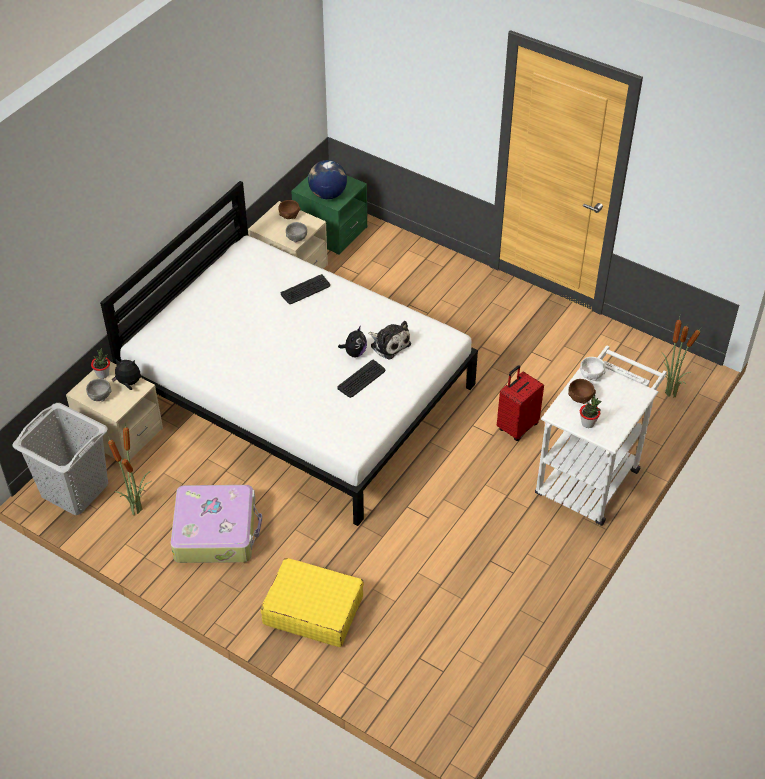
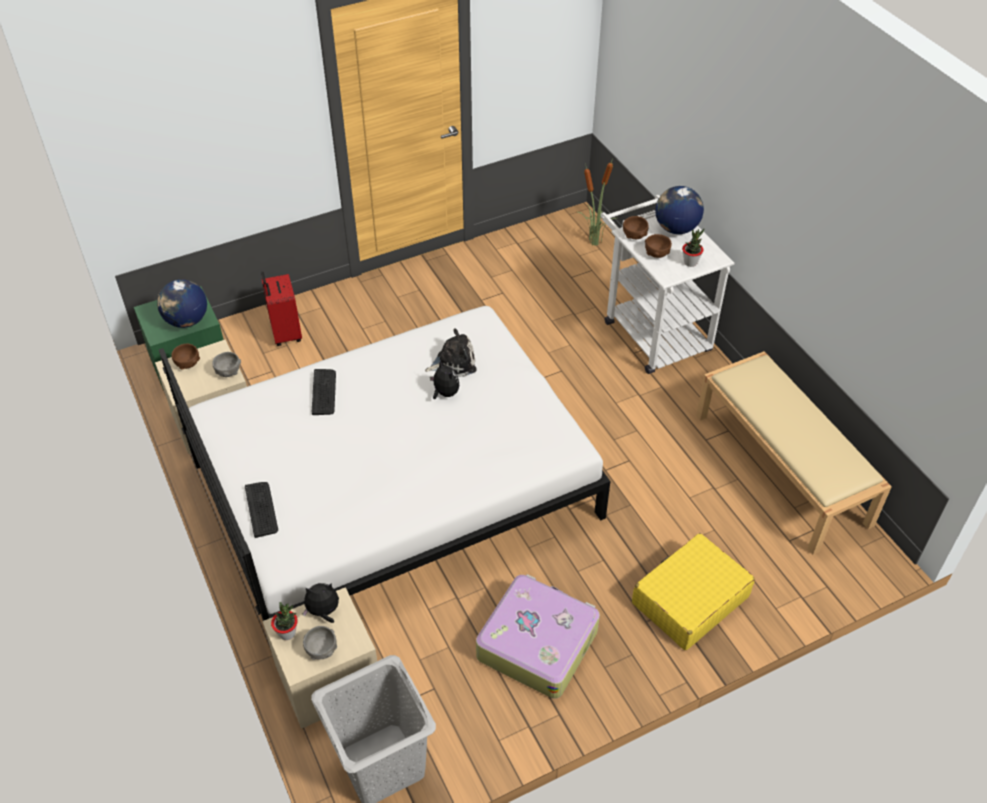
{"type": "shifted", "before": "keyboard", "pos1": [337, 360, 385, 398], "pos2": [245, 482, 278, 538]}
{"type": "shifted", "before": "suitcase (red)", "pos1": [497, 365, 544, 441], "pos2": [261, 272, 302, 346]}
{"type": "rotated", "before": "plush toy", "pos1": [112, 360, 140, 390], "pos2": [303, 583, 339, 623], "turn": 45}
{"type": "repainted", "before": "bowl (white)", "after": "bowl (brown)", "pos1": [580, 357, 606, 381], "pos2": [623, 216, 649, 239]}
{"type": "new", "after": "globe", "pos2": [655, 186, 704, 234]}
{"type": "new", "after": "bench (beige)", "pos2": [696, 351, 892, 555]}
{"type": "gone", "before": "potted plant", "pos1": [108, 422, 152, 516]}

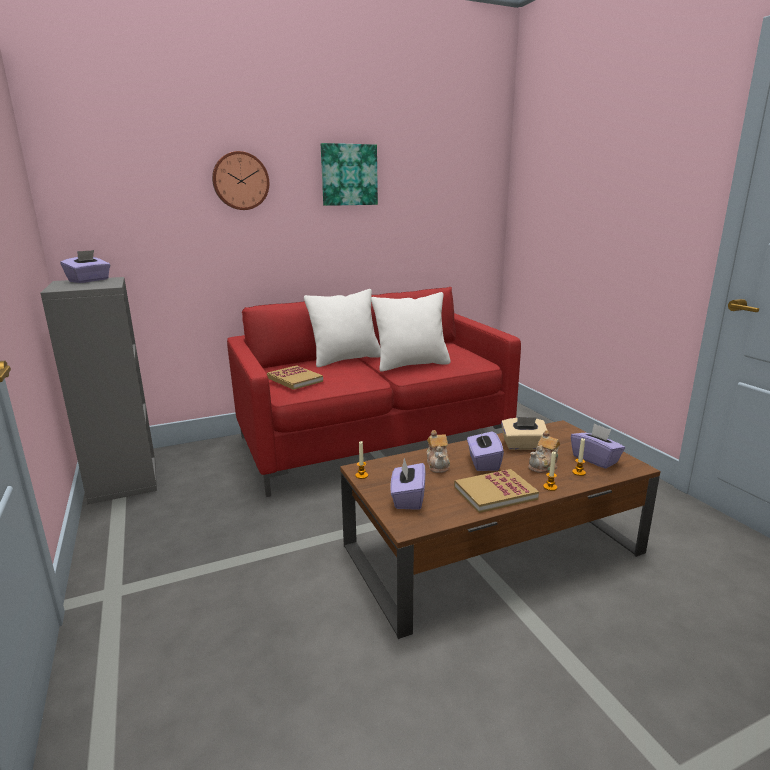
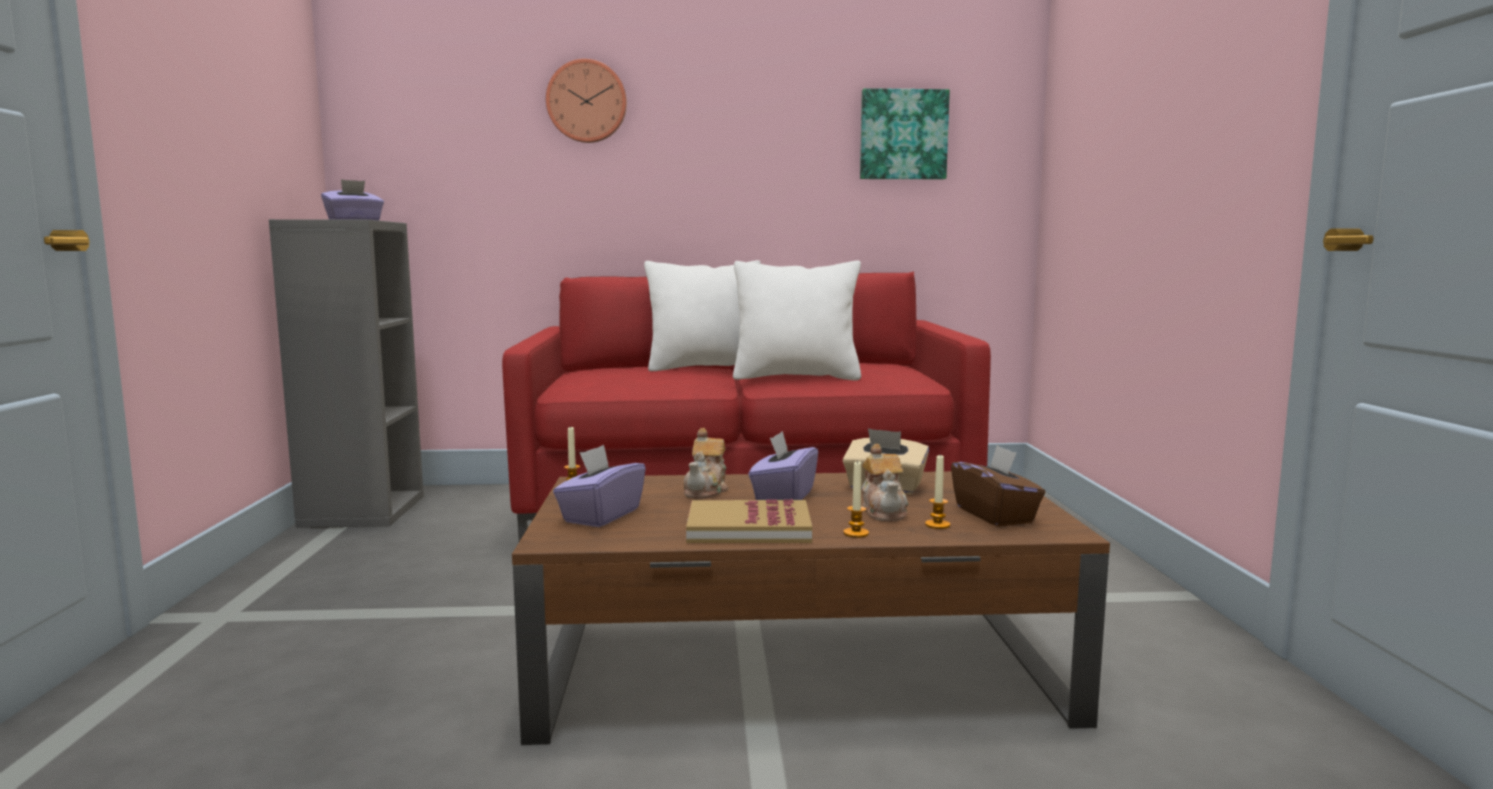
{"type": "shifted", "before": "picture", "pos1": [321, 143, 378, 206], "pos2": [860, 88, 950, 180]}
{"type": "rotated", "before": "teapot", "pos1": [528, 430, 560, 473], "pos2": [862, 444, 908, 521], "turn": -75}
{"type": "repainted", "before": "tissue box (purple)", "after": "tissue box (brown)", "pos1": [571, 423, 625, 469], "pos2": [951, 445, 1045, 527]}
{"type": "gone", "before": "book", "pos1": [267, 365, 323, 390]}

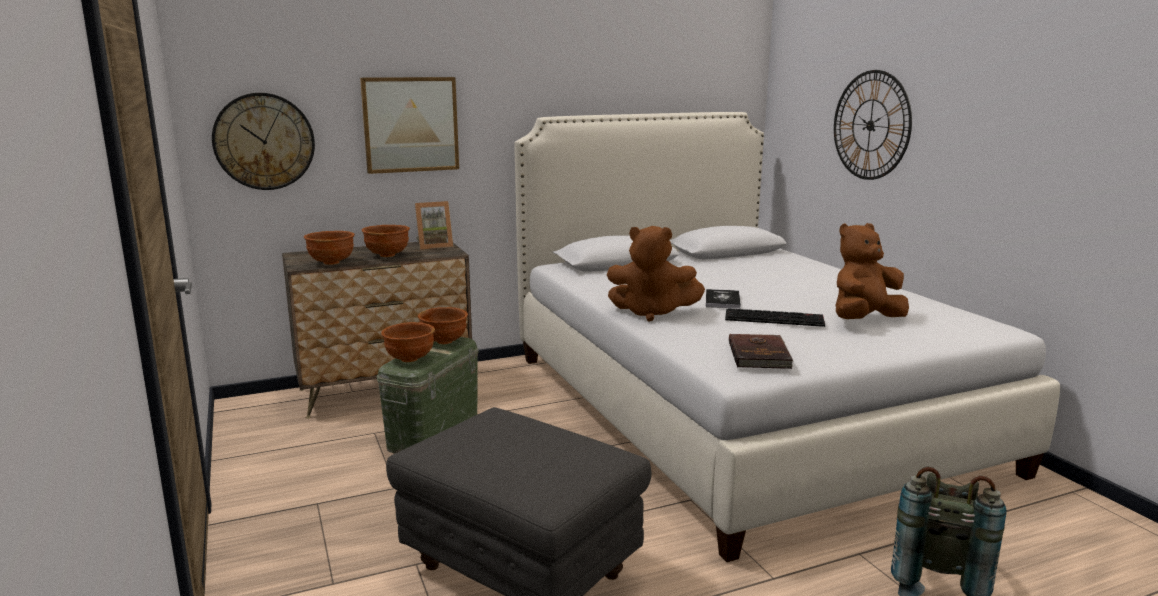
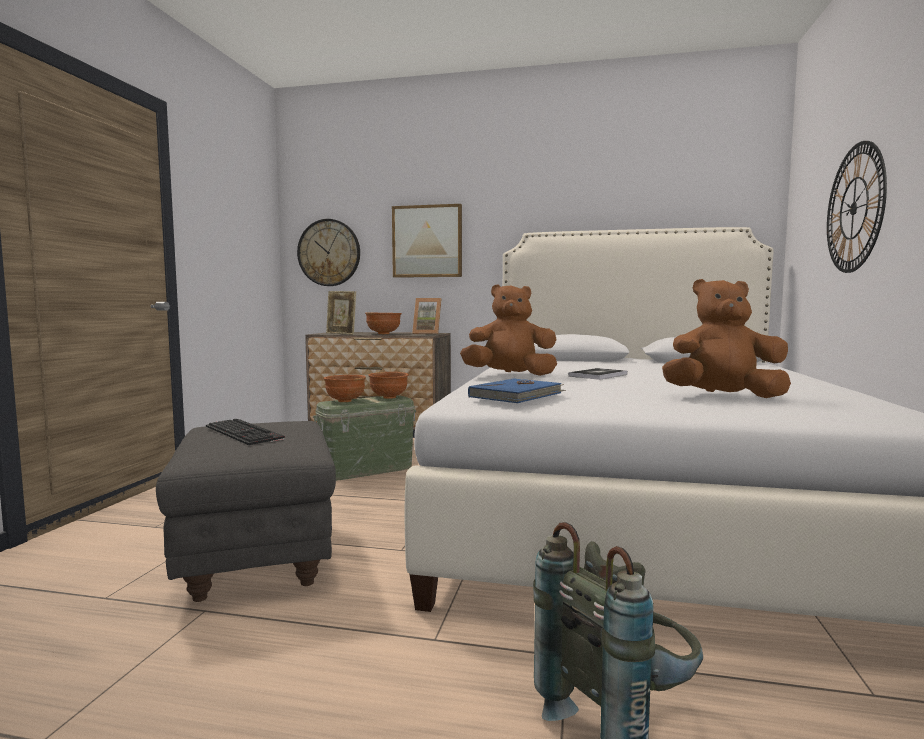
{"type": "shifted", "before": "keyboard", "pos1": [725, 308, 825, 327], "pos2": [206, 419, 285, 445]}
{"type": "swapped", "before": "bowl (brown)", "after": "picture frame", "pos1": [304, 231, 354, 265], "pos2": [326, 291, 356, 335]}
{"type": "rotated", "before": "plush toy (brown)", "pos1": [607, 226, 705, 322], "pos2": [460, 284, 557, 376], "turn": 135}
{"type": "repainted", "before": "book (brown)", "after": "book (blue)", "pos1": [729, 334, 794, 369], "pos2": [468, 378, 566, 403]}

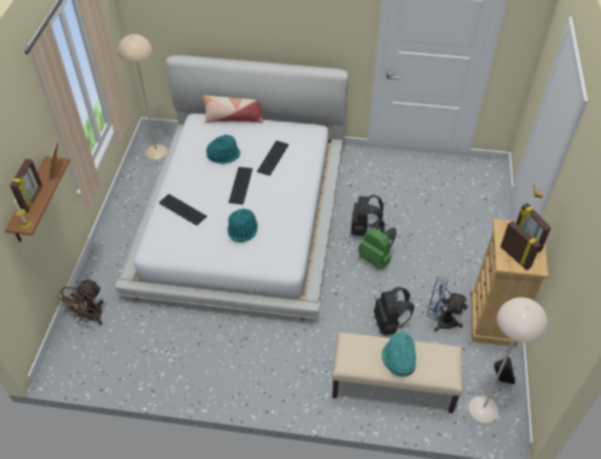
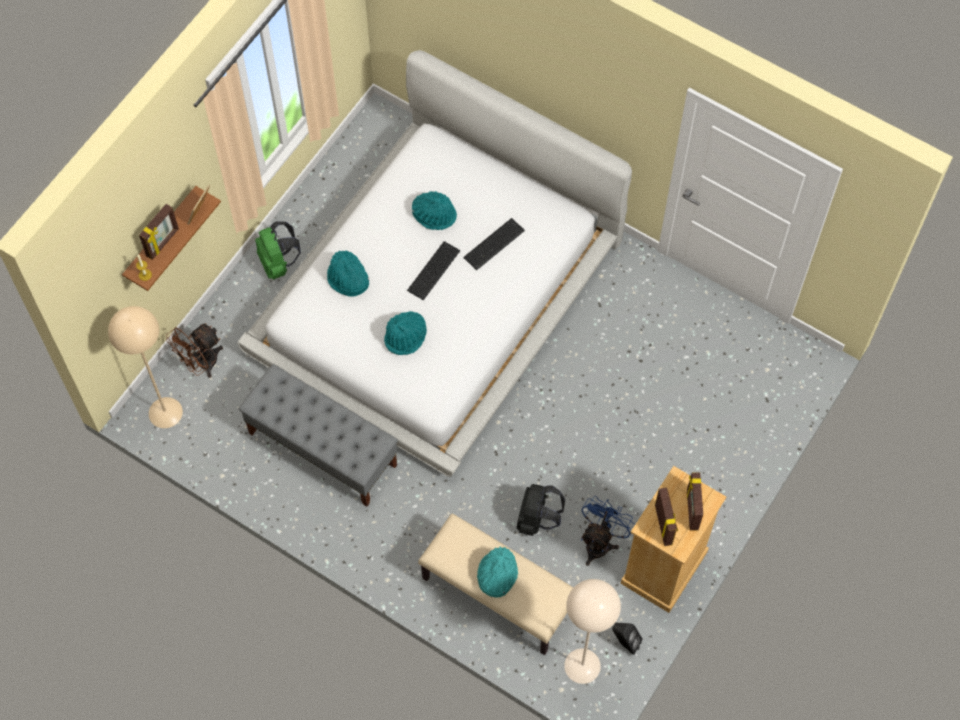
{"type": "shifted", "before": "floor lamp (beige)", "pos1": [118, 34, 168, 160], "pos2": [108, 306, 183, 428]}
{"type": "new", "after": "bench (grey)", "pos2": [239, 364, 398, 507]}
{"type": "shifted", "before": "backpack (green)", "pos1": [358, 220, 396, 269], "pos2": [255, 221, 301, 280]}
{"type": "swapped", "before": "keyboard", "after": "hat (turquoise)", "pos1": [159, 194, 207, 226], "pos2": [327, 250, 369, 297]}
{"type": "rotated", "before": "fan (blue)", "pos1": [427, 277, 468, 332], "pos2": [581, 496, 635, 566], "turn": 75}
{"type": "gone", "before": "pillow", "pos1": [203, 95, 263, 123]}
{"type": "gone", "before": "backpack (black)", "pos1": [351, 195, 384, 236]}

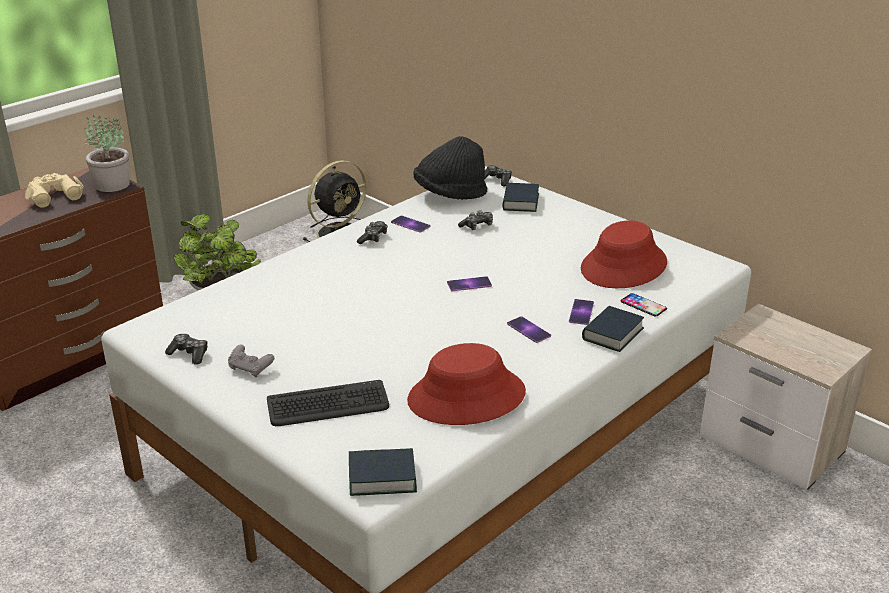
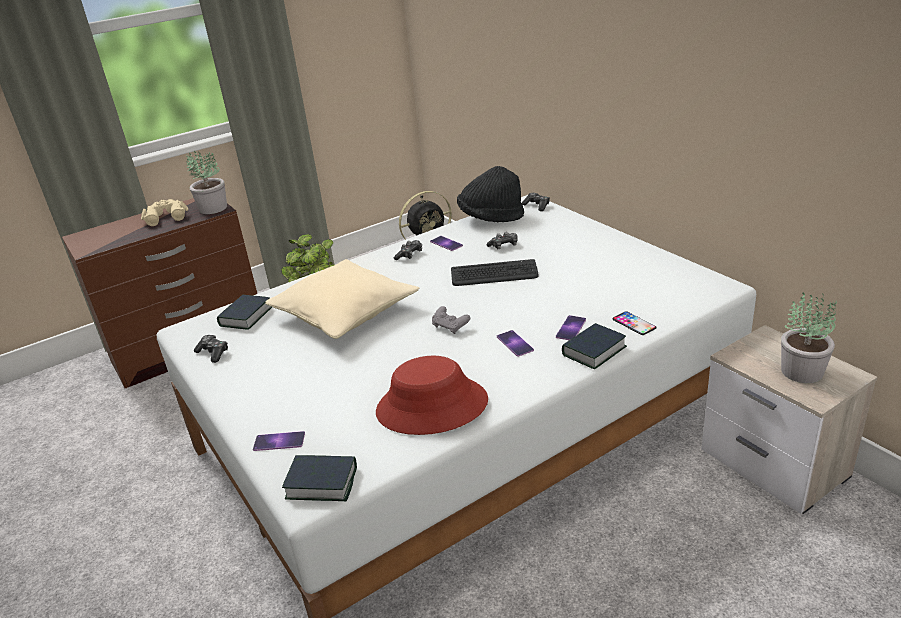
{"type": "shifted", "before": "book", "pos1": [502, 183, 539, 212], "pos2": [217, 295, 272, 330]}
{"type": "shifted", "before": "phone", "pos1": [447, 276, 492, 291], "pos2": [253, 431, 305, 451]}
{"type": "new", "after": "pillow (beige)", "pos2": [265, 259, 419, 339]}
{"type": "shifted", "before": "game controller (grey)", "pos1": [228, 344, 274, 377], "pos2": [432, 306, 470, 334]}
{"type": "shifted", "before": "keyboard", "pos1": [267, 380, 389, 426], "pos2": [451, 259, 539, 286]}
{"type": "new", "after": "potted plant", "pos2": [781, 292, 837, 383]}
{"type": "gone", "before": "hat (red)", "pos1": [581, 220, 667, 288]}

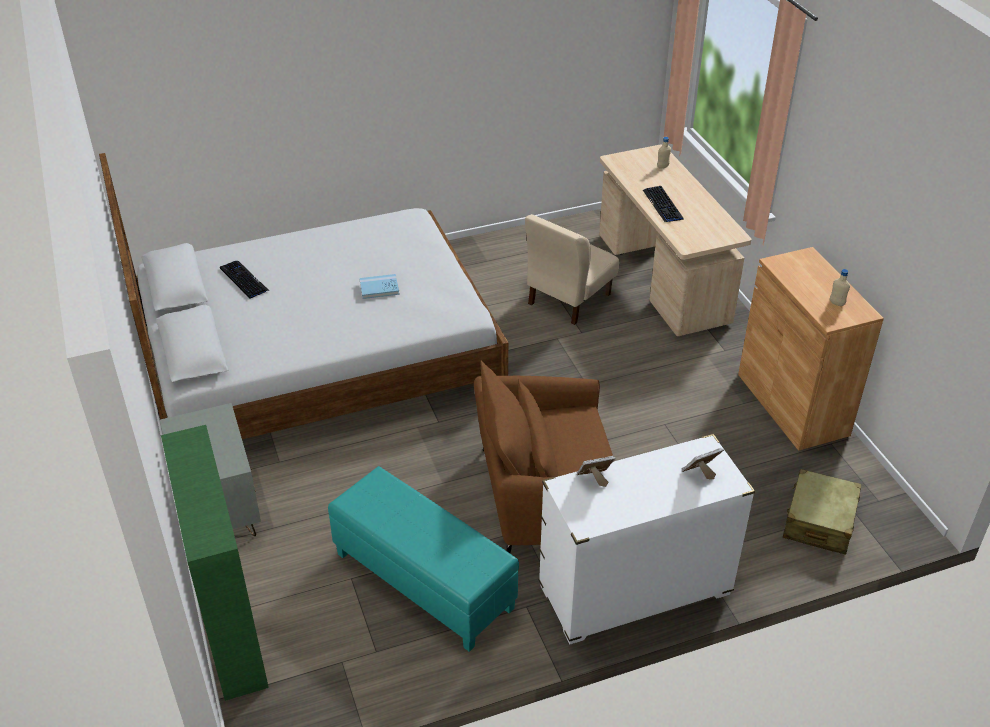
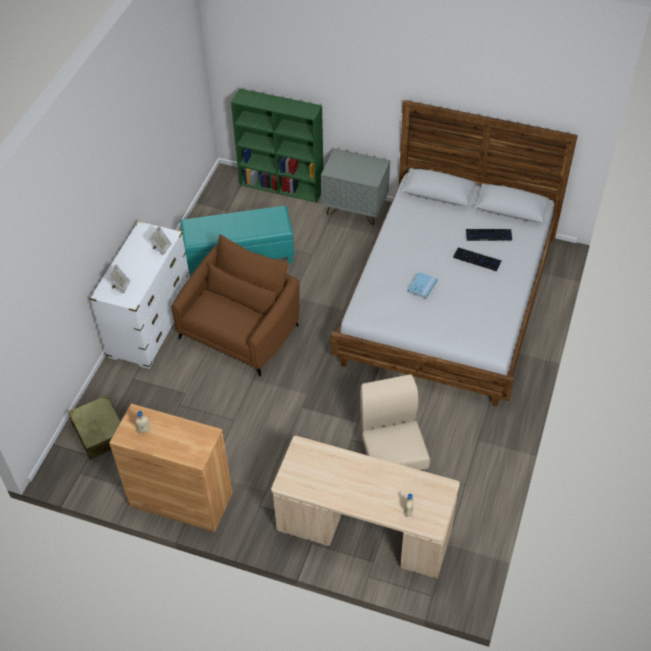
{"type": "shifted", "before": "keyboard", "pos1": [643, 186, 683, 222], "pos2": [453, 247, 502, 271]}

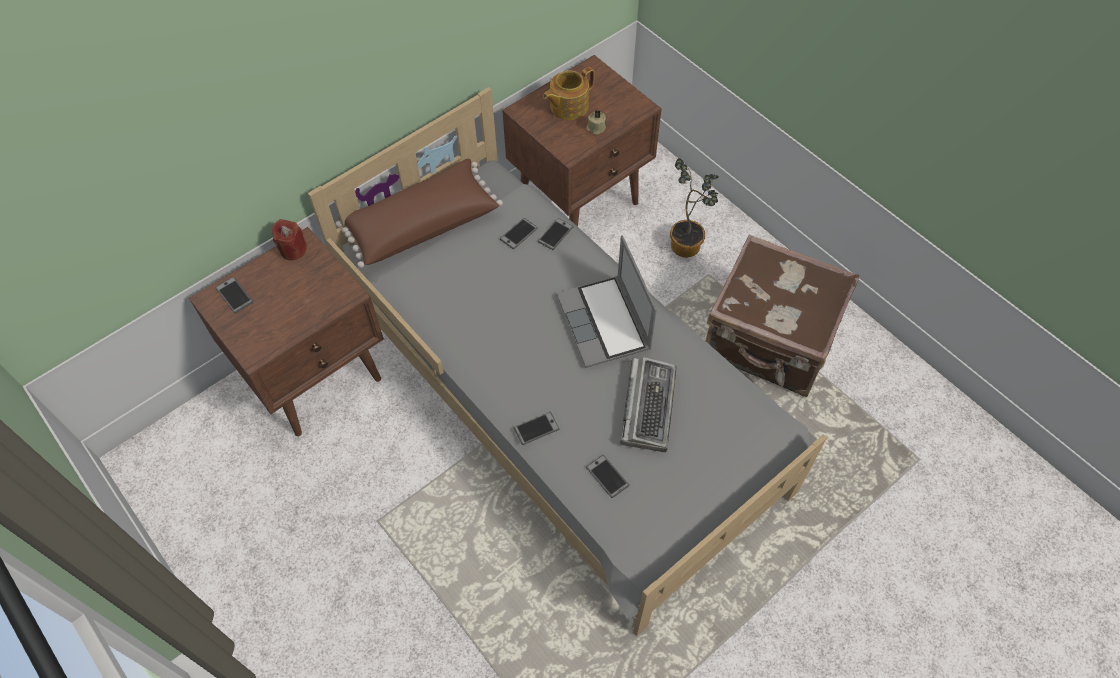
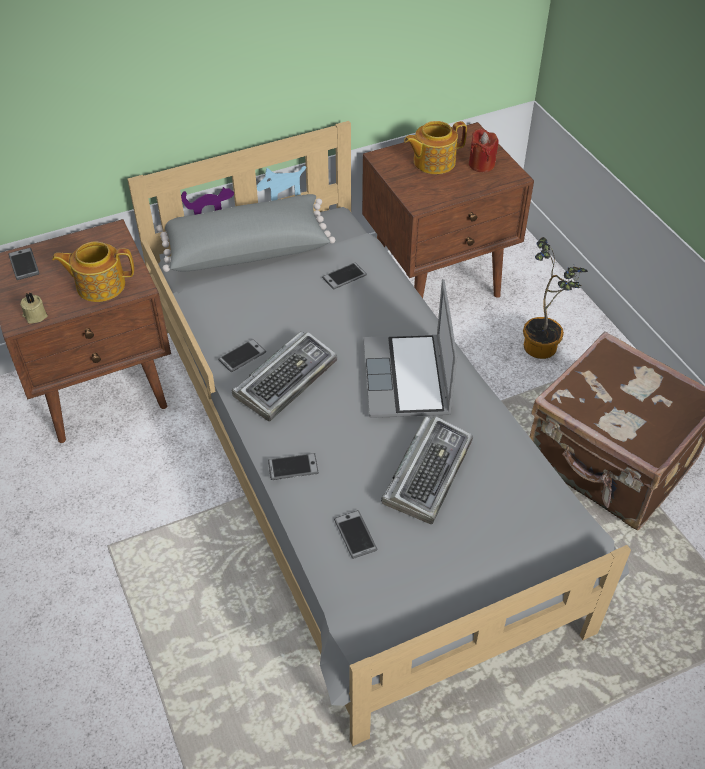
{"type": "shifted", "before": "candle (beige)", "pos1": [586, 109, 606, 135], "pos2": [20, 292, 48, 324]}
{"type": "new", "after": "teapot", "pos2": [52, 241, 134, 302]}
{"type": "repainted", "before": "pillow (brown)", "after": "pillow (grey)", "pos1": [336, 159, 503, 268], "pos2": [156, 194, 335, 272]}
{"type": "shifted", "before": "phone", "pos1": [538, 218, 574, 250], "pos2": [218, 339, 266, 372]}
{"type": "new", "after": "keyboard", "pos2": [232, 331, 337, 421]}
{"type": "shifted", "before": "candle (red)", "pos1": [272, 219, 307, 260], "pos2": [469, 128, 498, 172]}

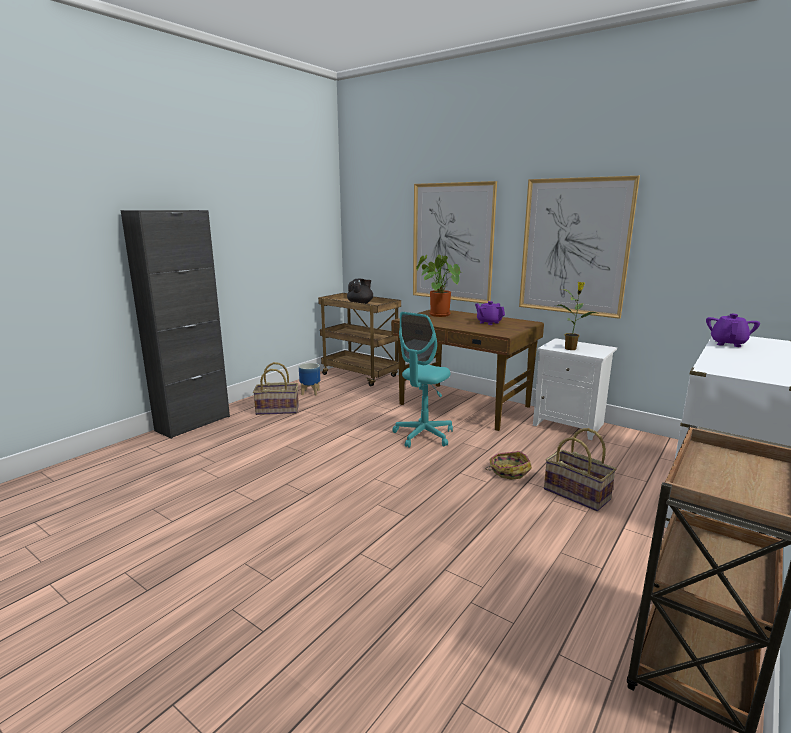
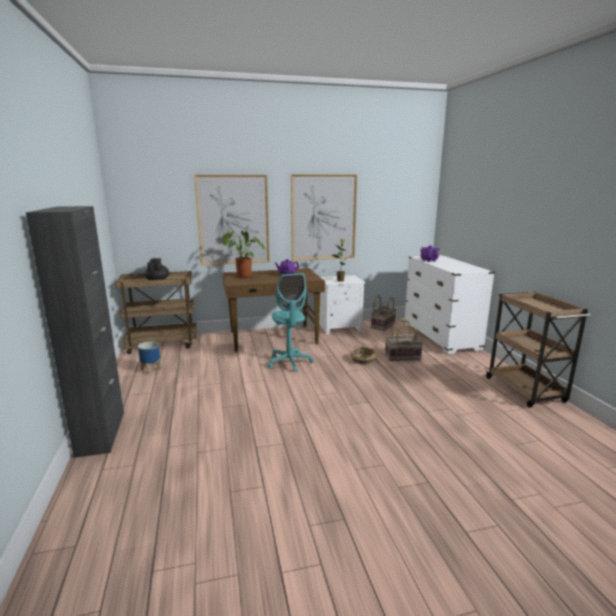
{"type": "shifted", "before": "basket", "pos1": [253, 362, 299, 415], "pos2": [371, 295, 396, 331]}

